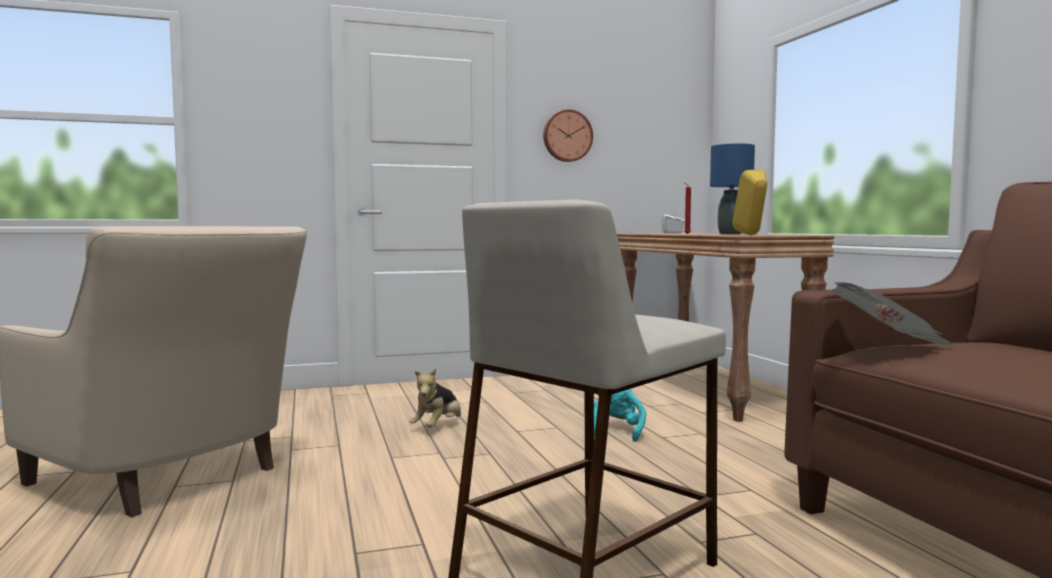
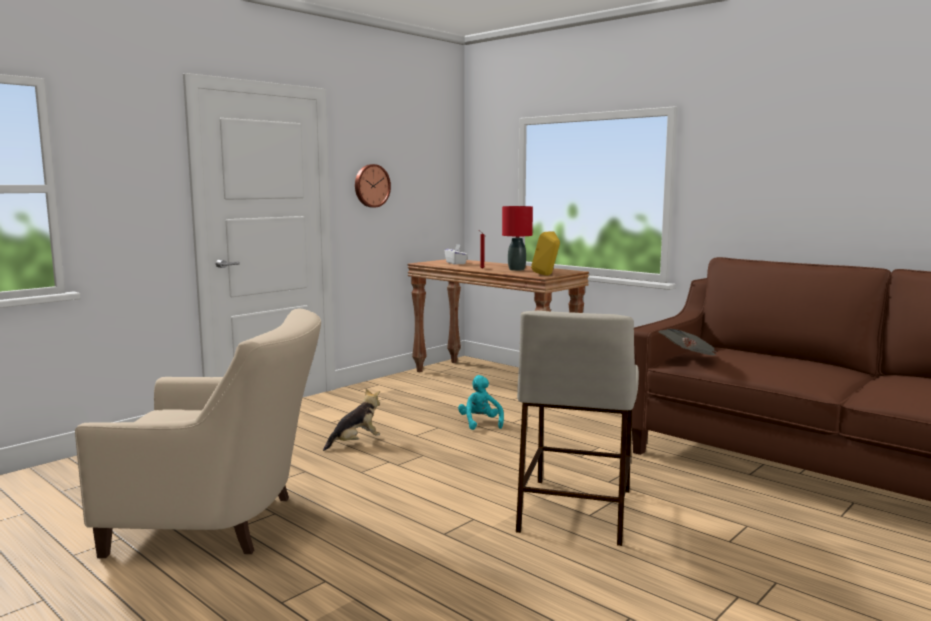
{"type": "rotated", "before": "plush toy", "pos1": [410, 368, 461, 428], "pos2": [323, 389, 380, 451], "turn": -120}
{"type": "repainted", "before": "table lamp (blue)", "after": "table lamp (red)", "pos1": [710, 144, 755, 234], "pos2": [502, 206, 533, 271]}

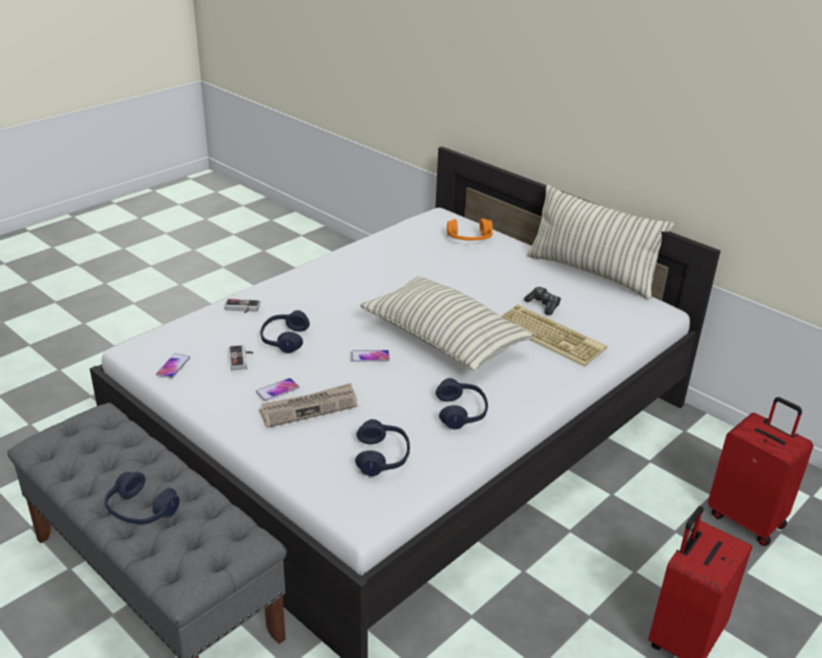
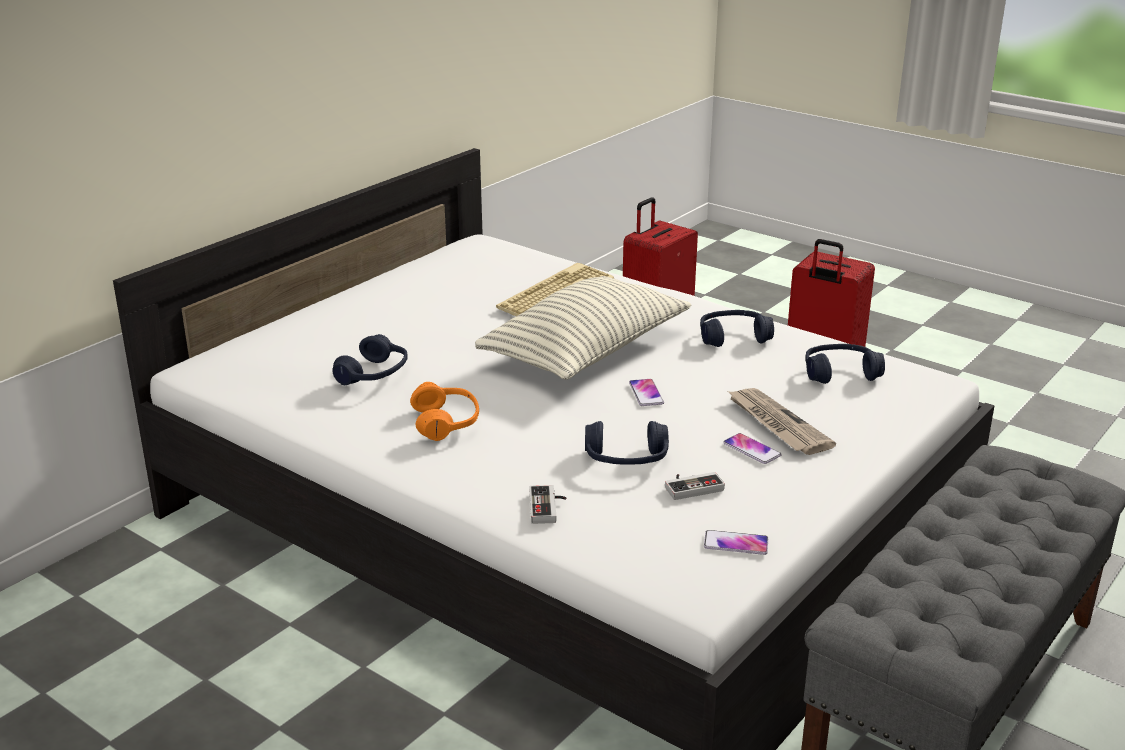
{"type": "shifted", "before": "headphones (blue)", "pos1": [104, 472, 180, 525], "pos2": [332, 334, 408, 385]}
{"type": "shifted", "before": "headphones (orange)", "pos1": [447, 218, 493, 240], "pos2": [410, 382, 479, 441]}
{"type": "gone", "before": "game controller", "pos1": [524, 287, 561, 315]}
{"type": "gone", "before": "pillow", "pos1": [527, 185, 673, 299]}

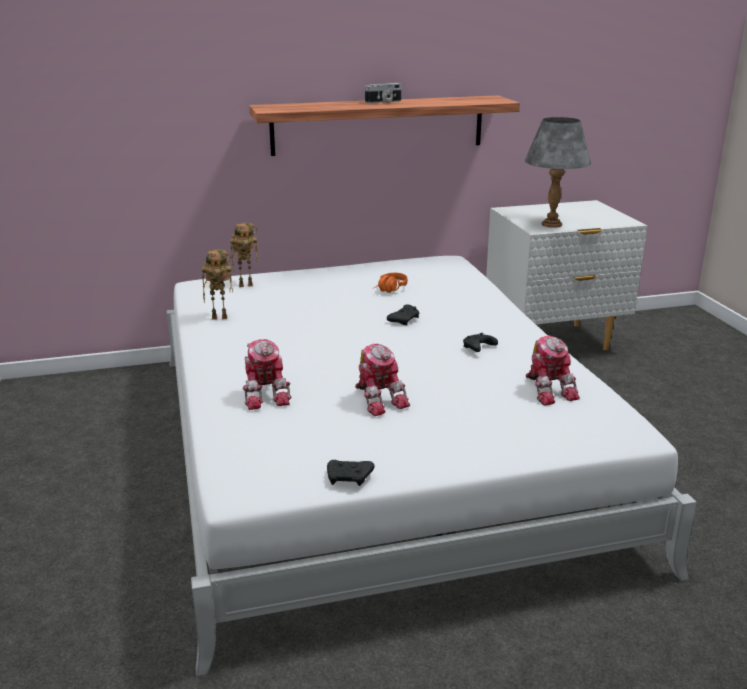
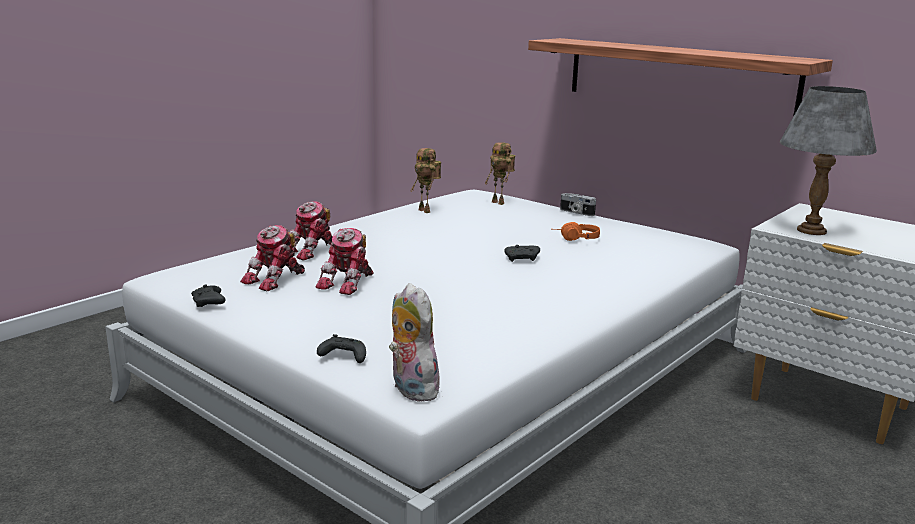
{"type": "shifted", "before": "toy robot", "pos1": [526, 336, 580, 406], "pos2": [240, 225, 305, 291]}
{"type": "shifted", "before": "game controller (black)", "pos1": [463, 333, 498, 352], "pos2": [317, 334, 366, 363]}
{"type": "new", "after": "plush toy", "pos2": [389, 283, 440, 402]}
{"type": "shifted", "before": "photo camera", "pos1": [365, 83, 401, 103], "pos2": [560, 193, 596, 216]}

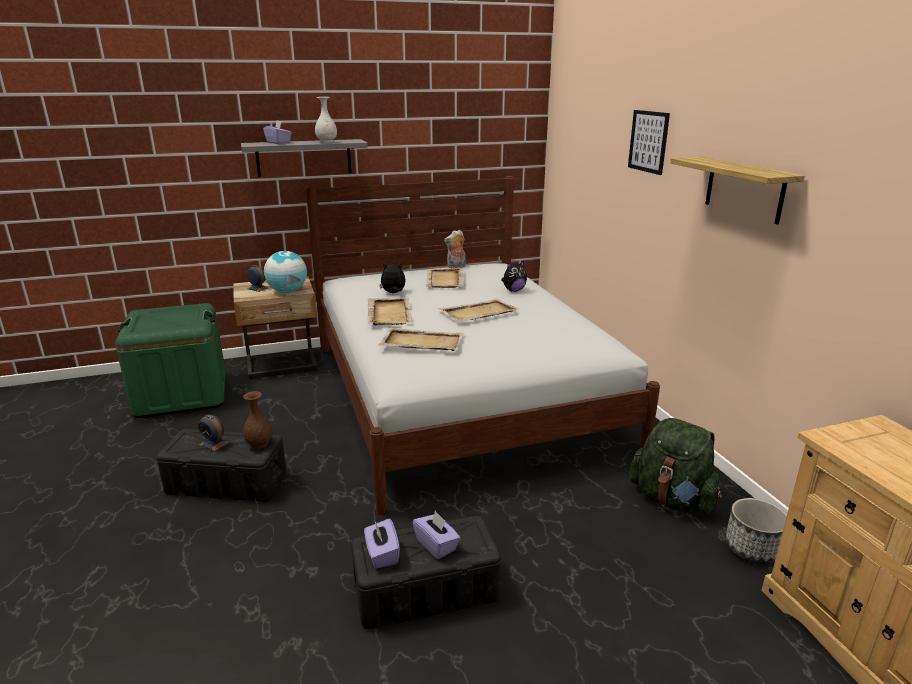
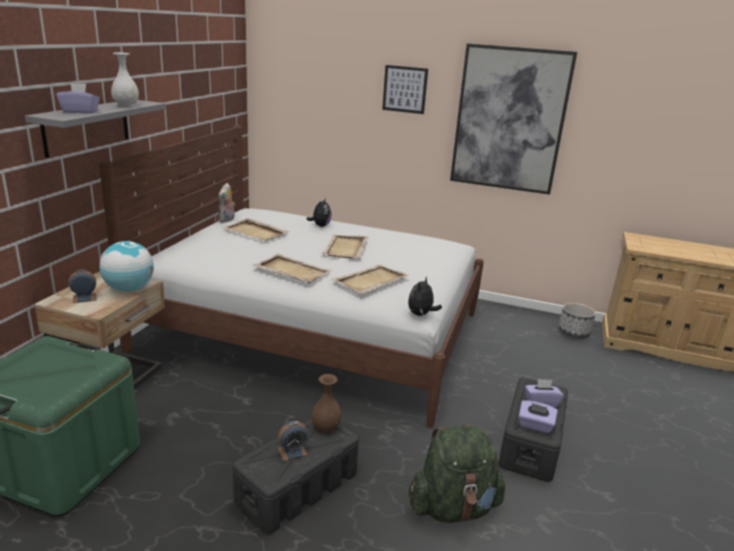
{"type": "shifted", "before": "plush toy", "pos1": [380, 262, 406, 293], "pos2": [408, 277, 442, 316]}
{"type": "shifted", "before": "backpack (green)", "pos1": [629, 418, 722, 514], "pos2": [409, 424, 506, 523]}
{"type": "swapped", "before": "shelf", "after": "picture", "pos1": [670, 157, 805, 224], "pos2": [450, 43, 577, 195]}

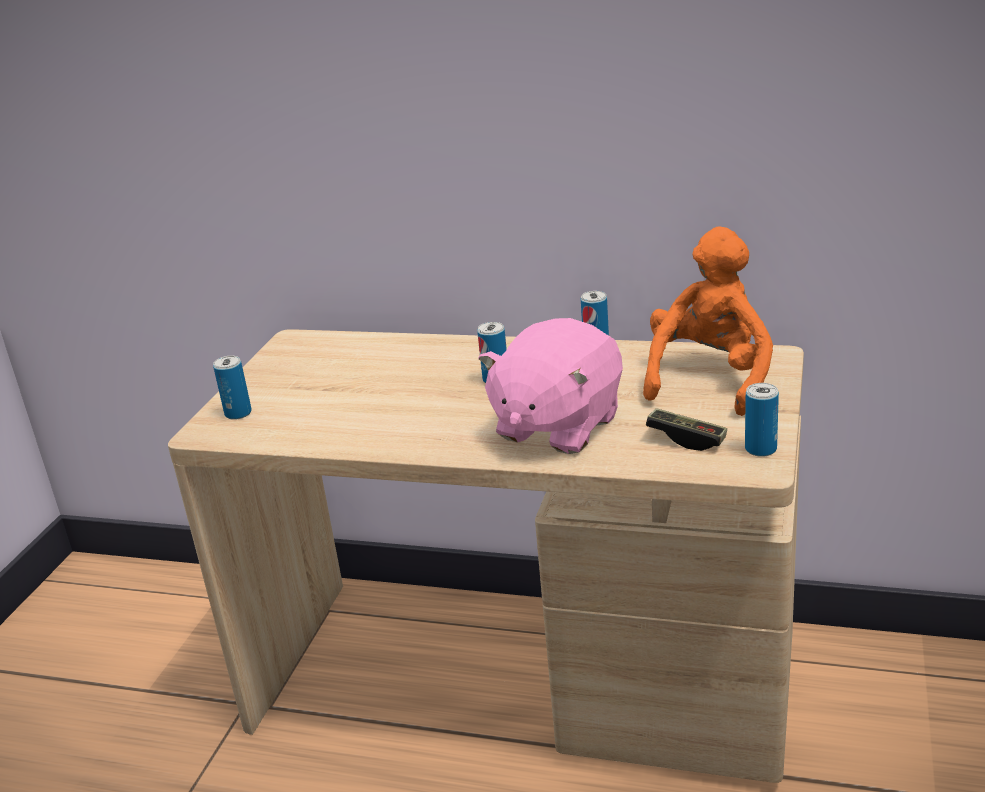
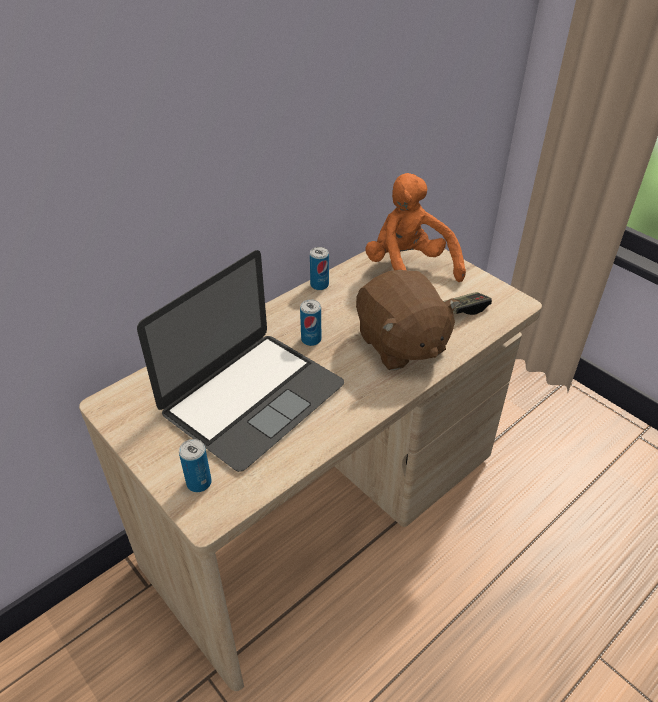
{"type": "new", "after": "laptop", "pos2": [137, 250, 344, 472]}
{"type": "repainted", "before": "plush toy (pink)", "after": "plush toy (brown)", "pos1": [478, 318, 623, 454], "pos2": [356, 270, 460, 370]}
{"type": "gone", "before": "can", "pos1": [745, 383, 779, 457]}

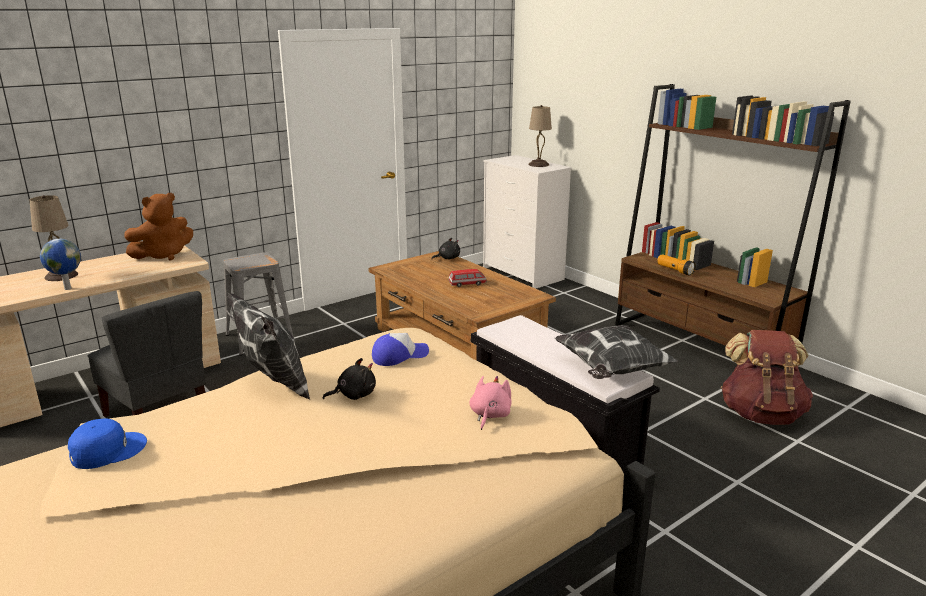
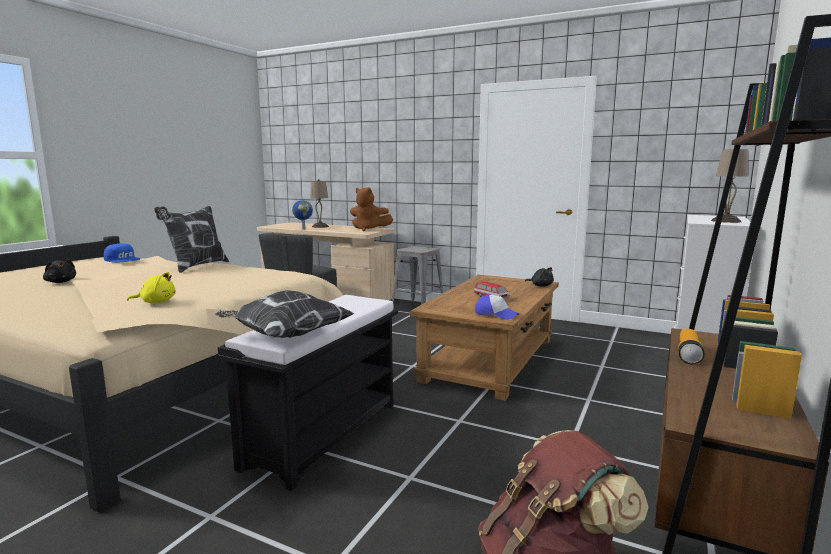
{"type": "shifted", "before": "plush toy (black)", "pos1": [323, 358, 376, 400], "pos2": [43, 259, 76, 283]}
{"type": "repainted", "before": "plush toy (pink)", "after": "plush toy (yellow)", "pos1": [469, 376, 512, 430], "pos2": [127, 272, 176, 303]}
{"type": "shifted", "before": "cap", "pos1": [372, 333, 429, 366], "pos2": [475, 294, 519, 320]}

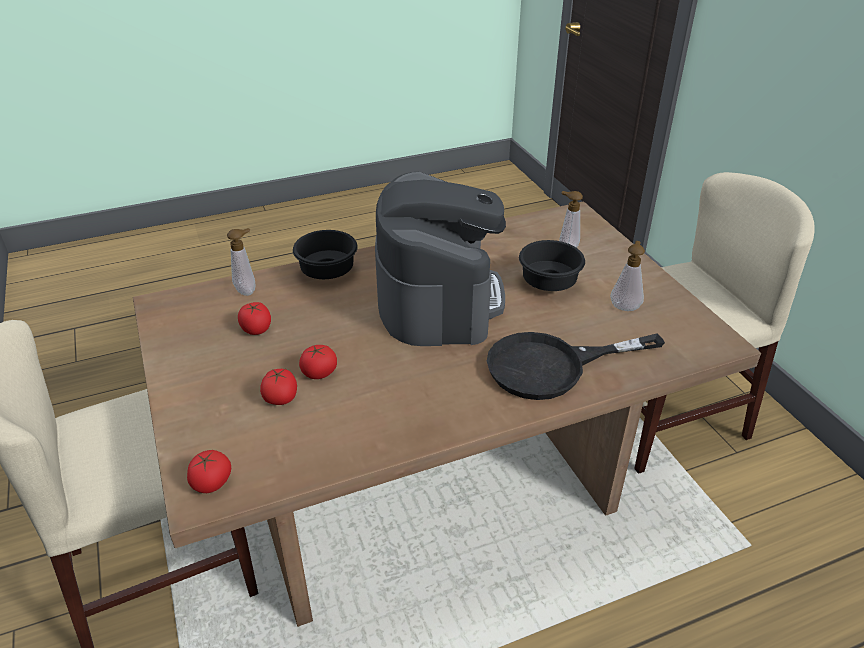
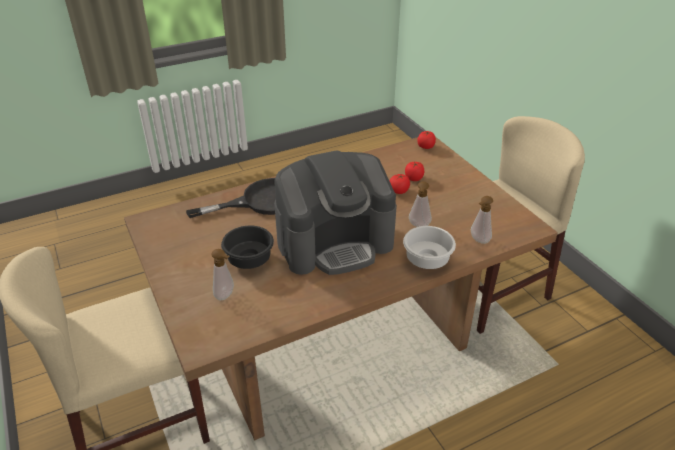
{"type": "rotated", "before": "coffee machine", "pos1": [375, 172, 506, 346], "pos2": [274, 151, 397, 275], "turn": -105}
{"type": "repainted", "before": "bowl (black)", "after": "bowl (white)", "pos1": [293, 230, 358, 279], "pos2": [403, 226, 456, 269]}
{"type": "shifted", "before": "soap dispenser", "pos1": [610, 241, 645, 311], "pos2": [409, 181, 432, 227]}
{"type": "gone", "before": "tomato", "pos1": [238, 302, 271, 335]}

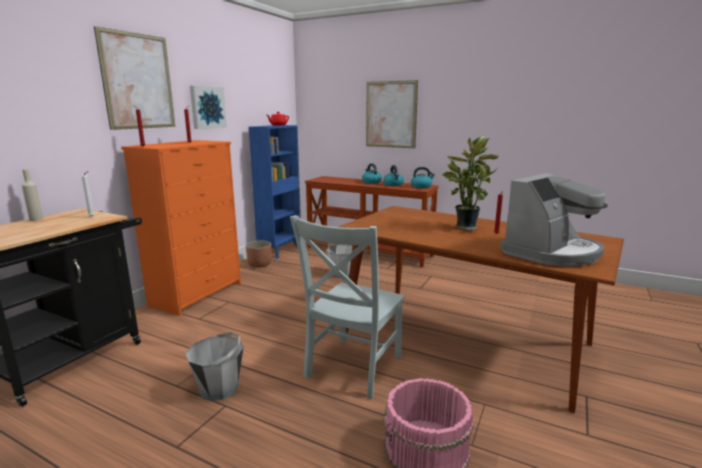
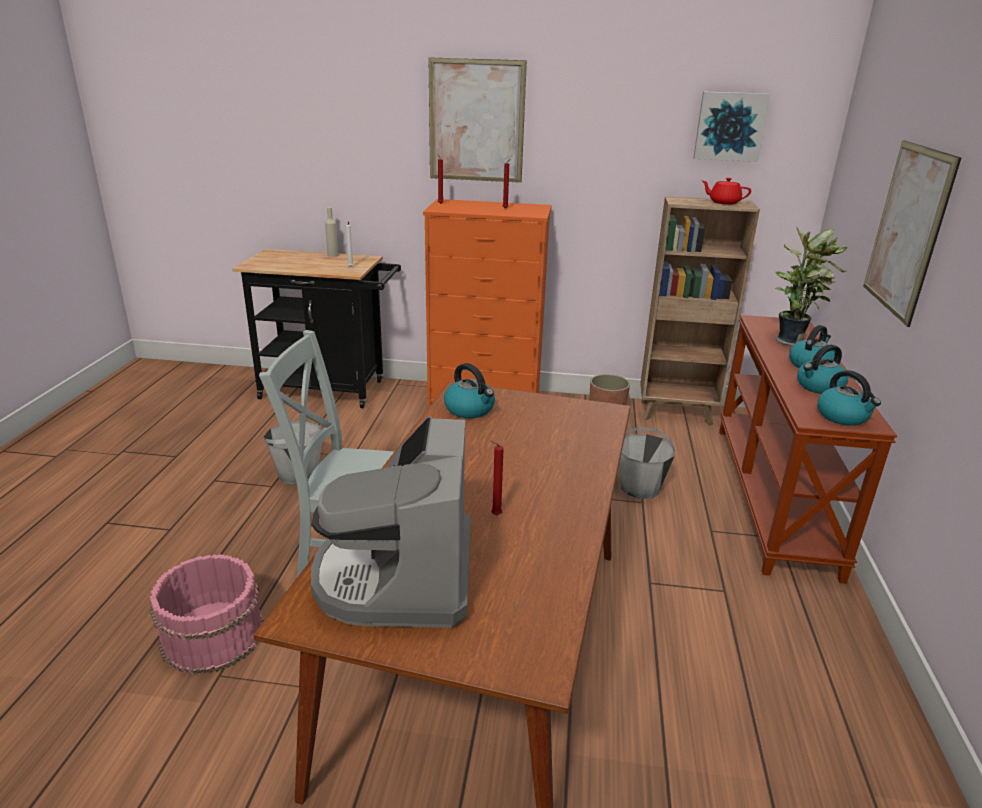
{"type": "rotated", "before": "coffee machine", "pos1": [500, 173, 608, 267], "pos2": [311, 416, 471, 628], "turn": 60}
{"type": "new", "after": "kettle", "pos2": [444, 363, 495, 418]}
{"type": "repainted", "before": "bookcase (blue)", "after": "bookcase (brown)", "pos1": [249, 125, 301, 259], "pos2": [640, 196, 760, 425]}
{"type": "shifted", "before": "picture", "pos1": [190, 86, 227, 129], "pos2": [693, 91, 770, 162]}
{"type": "shifted", "before": "potted plant", "pos1": [443, 135, 499, 230], "pos2": [775, 226, 847, 346]}

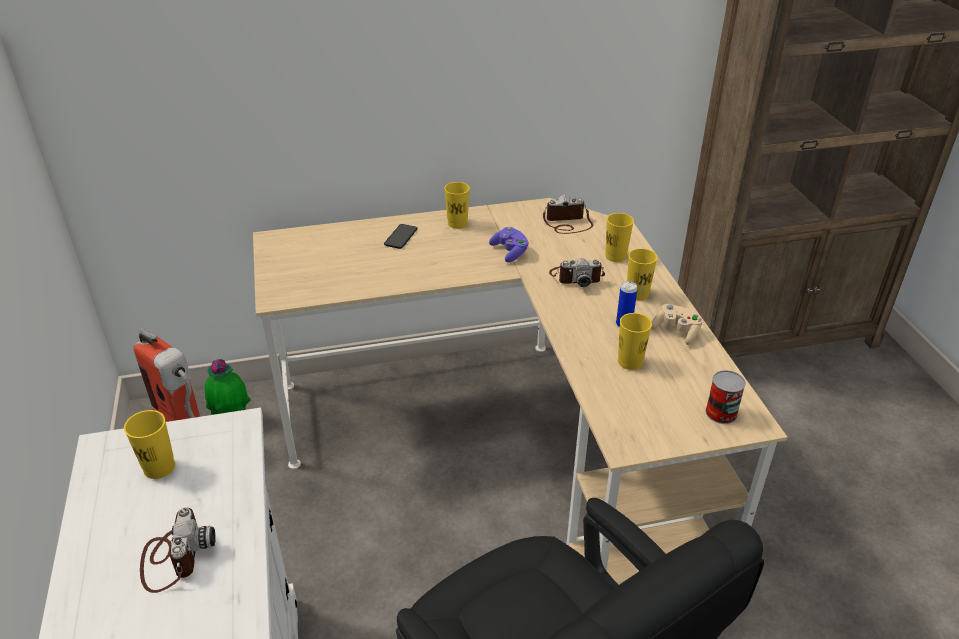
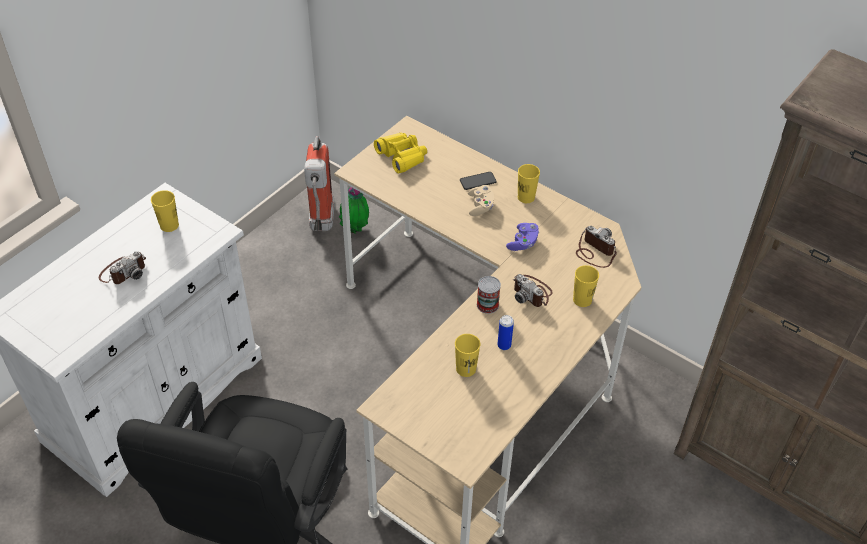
{"type": "new", "after": "binoculars (yellow)", "pos2": [374, 132, 427, 174]}
{"type": "shifted", "before": "game controller (beige)", "pos1": [651, 304, 703, 345], "pos2": [468, 185, 494, 216]}
{"type": "shifted", "before": "can", "pos1": [705, 370, 746, 424], "pos2": [477, 276, 501, 314]}
{"type": "gone", "before": "cup (yellow)", "pos1": [627, 248, 657, 300]}

